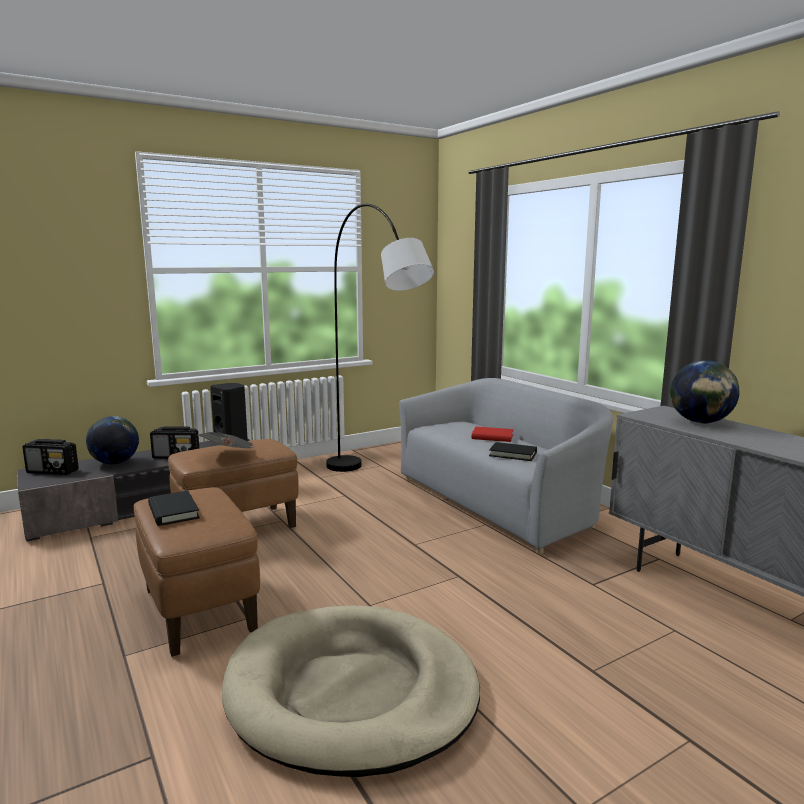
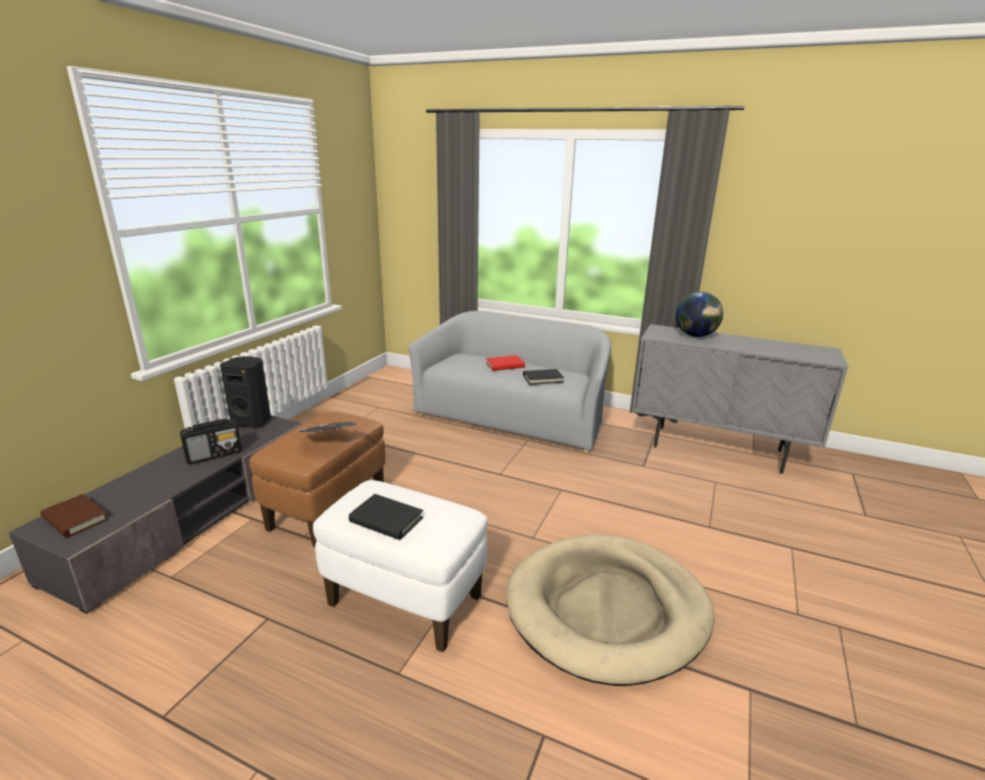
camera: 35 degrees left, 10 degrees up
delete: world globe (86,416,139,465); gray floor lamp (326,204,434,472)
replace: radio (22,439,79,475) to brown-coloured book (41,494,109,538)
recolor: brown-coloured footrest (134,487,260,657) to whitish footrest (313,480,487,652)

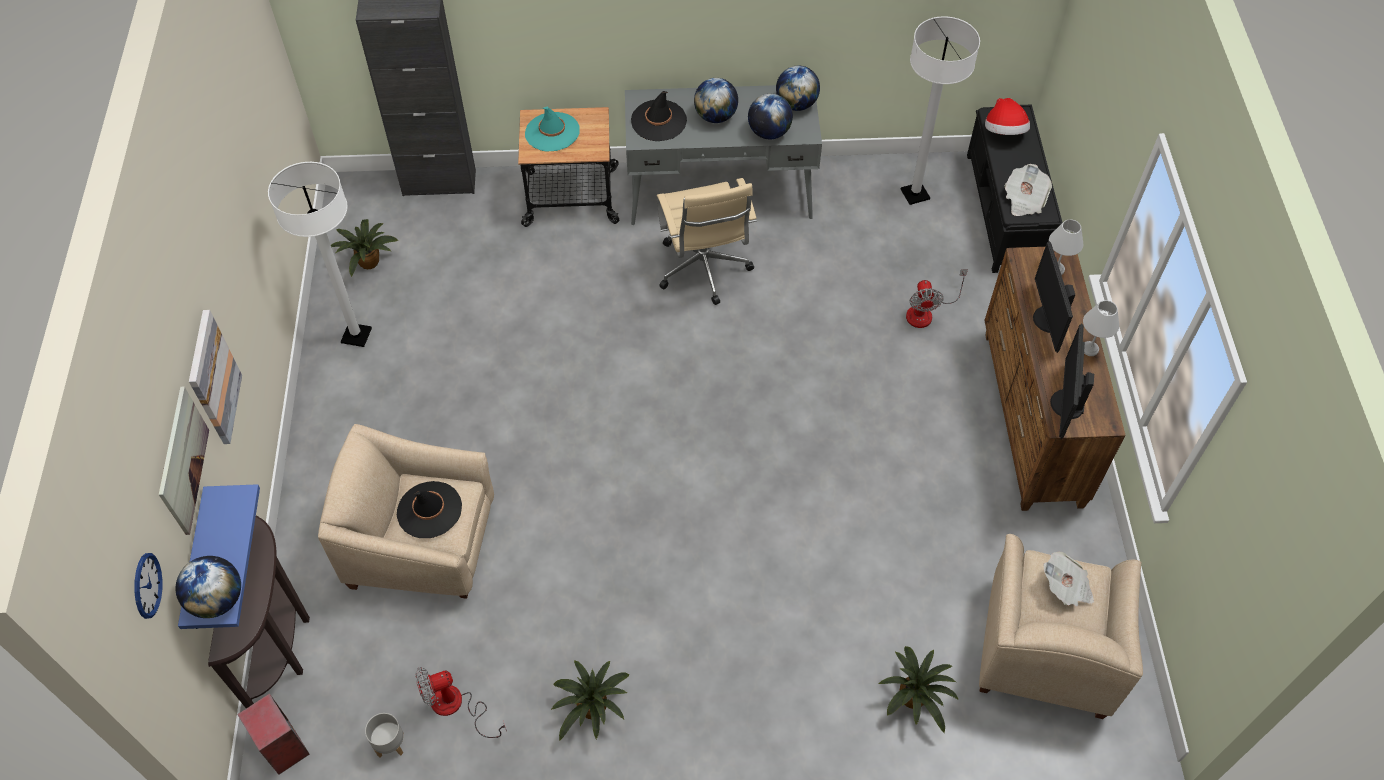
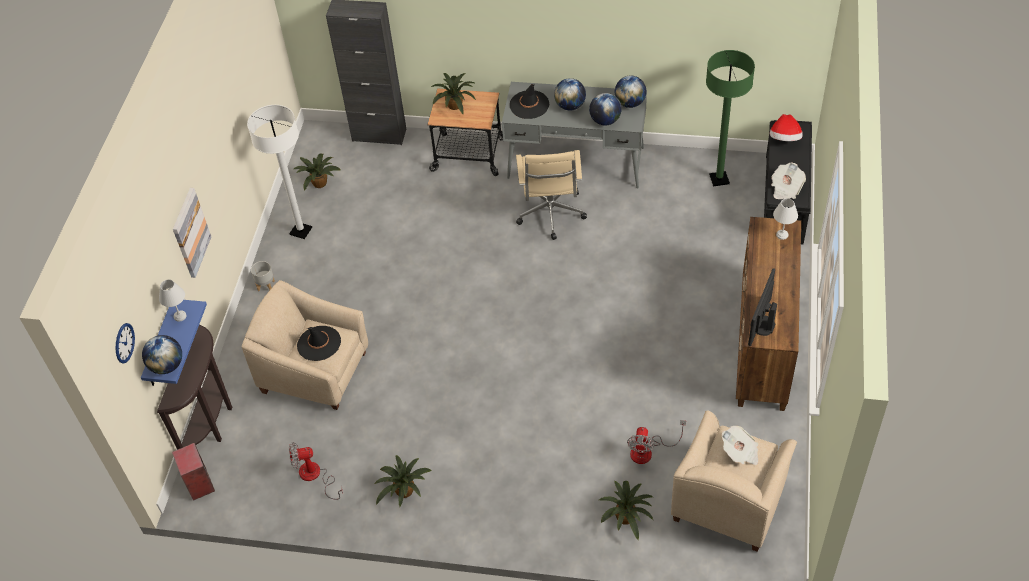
camera: 15 degrees right, 5 degrees down
delete: wall picture (159,387,209,535); monitor (1033,241,1075,353)
move: gray planter (365,713,403,758) to (251,261,275,291); electric fan (906,269,968,328) to (627,420,686,464); whitish lamp for a table (1083,300,1119,356) to (159,280,187,322)
replace: blue-green clothing hat (525,107,580,151) to plant in a pot (431,73,476,114)
recolor: whitish floor lamp (901,16,980,205) to greenish floor lamp (706,50,755,186)

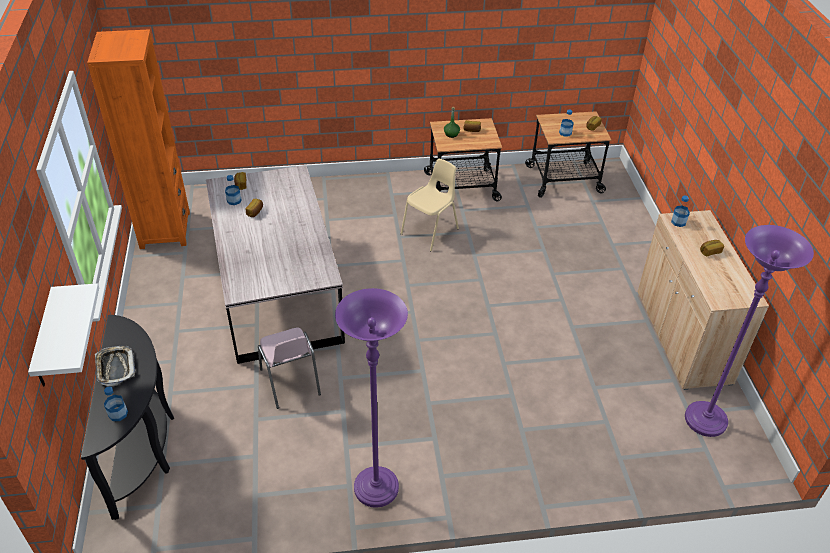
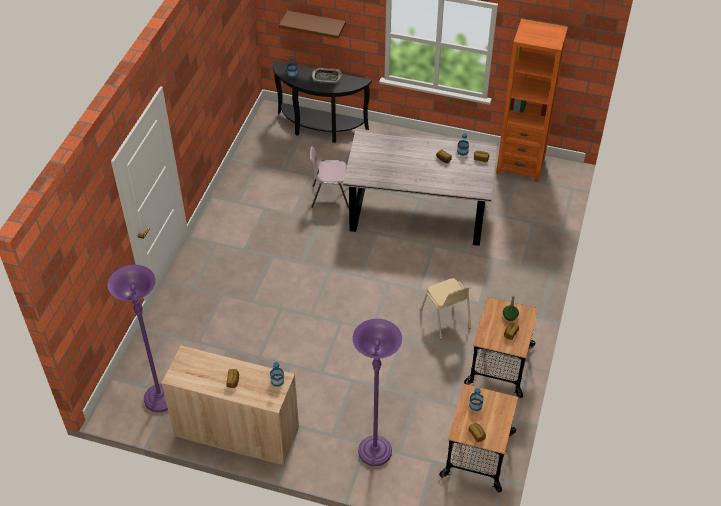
camera: 115 degrees right, 5 degrees up
move: purple-coloured floor lamp (335,288,408,508) to (352,319,402,466)
recolor: whitish wall shelf (28,283,99,387) to brown-coloured wall shelf (279,11,346,39)

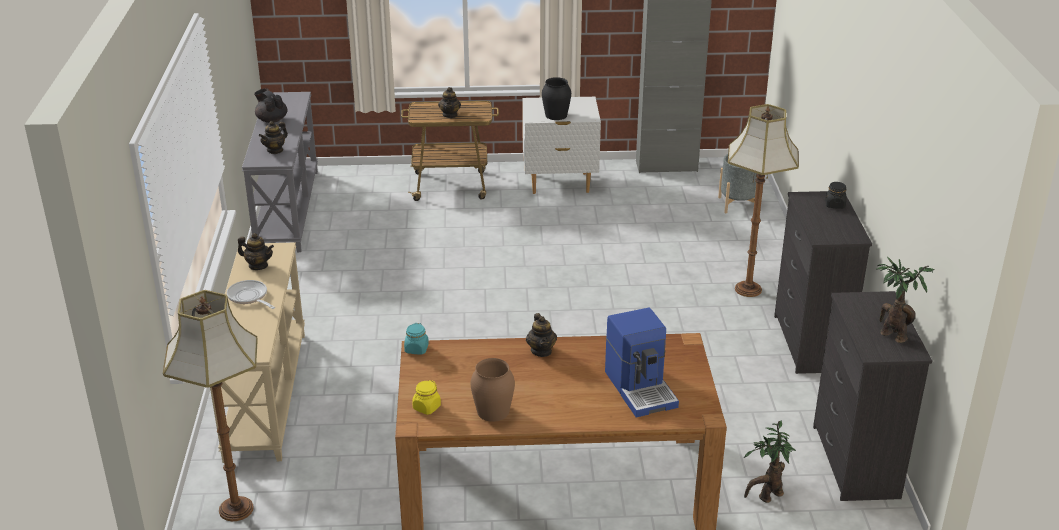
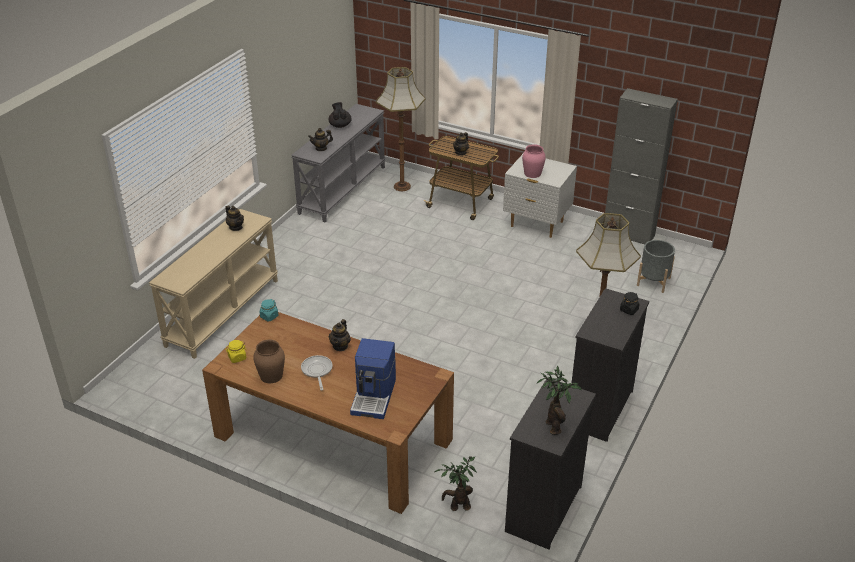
camera: 30 degrees right, 5 degrees up
move: floor lamp (163,290,258,521) to (376,67,426,191); pan (227,280,275,309) to (301,355,333,391)
recolor: black decorative vase (542,77,571,120) to pink decorative vase (522,144,546,178)

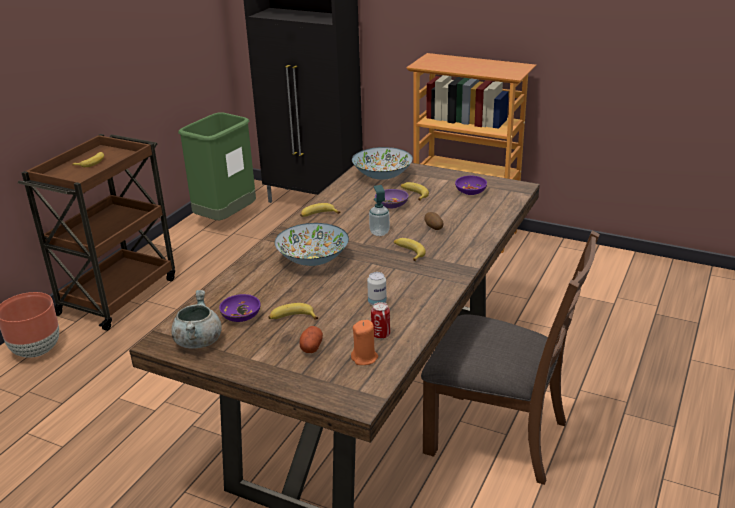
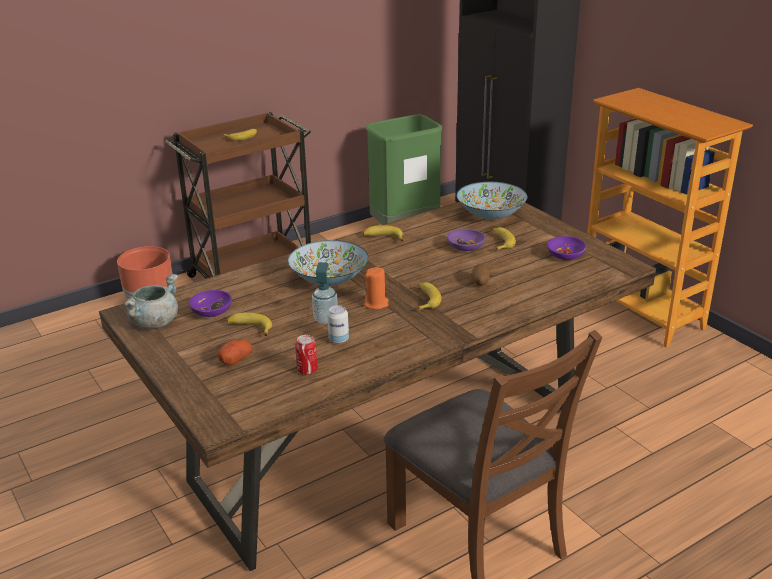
camera: 30 degrees right, 0 degrees up
move: orange wax light (351,320,378,365) to (364,267,389,309); soap bottle (369,185,390,236) to (312,262,338,324)

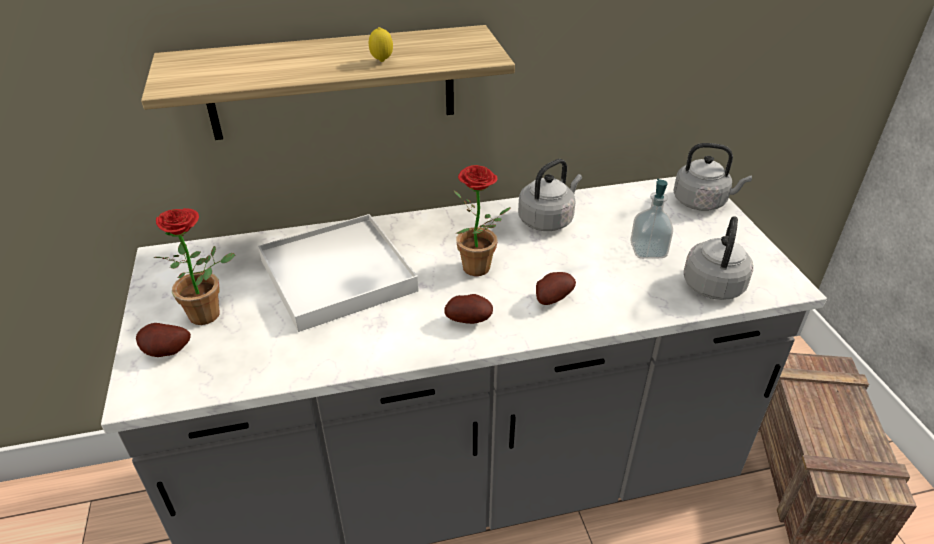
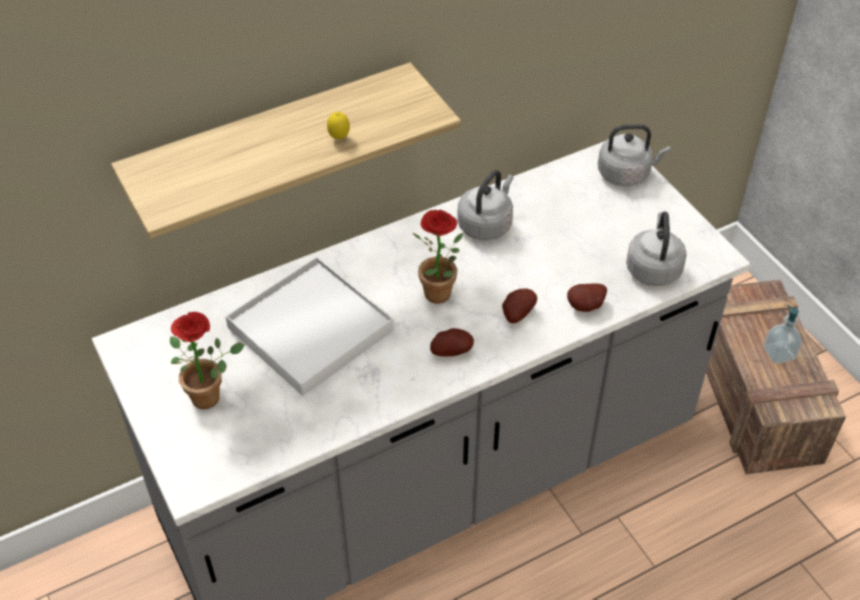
camera: 15 degrees left, 10 degrees up
move: spud (136,323,191,357) to (567,283,607,312); soap bottle (630,179,673,259) to (764,305,802,364)

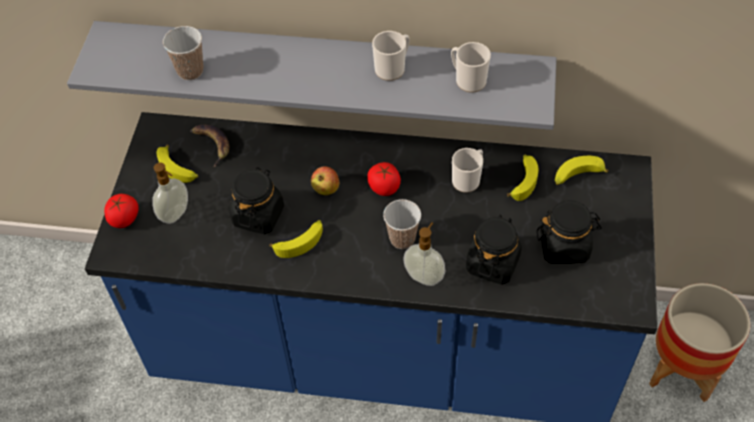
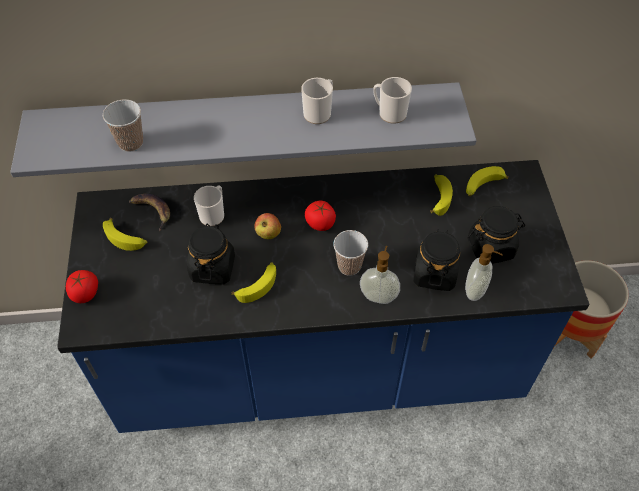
camera: 15 degrees left, 0 degrees up
move: soap bottle (152,163,188,224) to (465,244,503,301); tea mug (452,148,483,193) to (194,186,224,226)

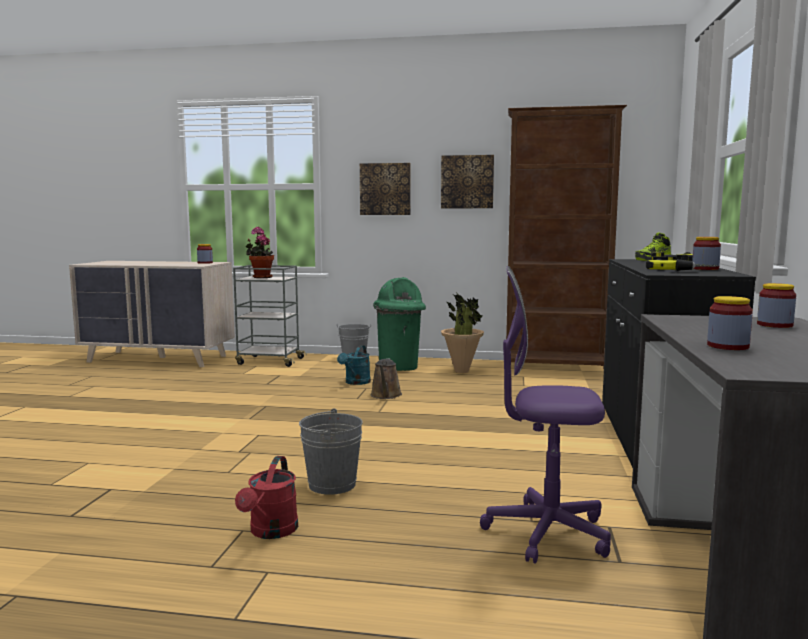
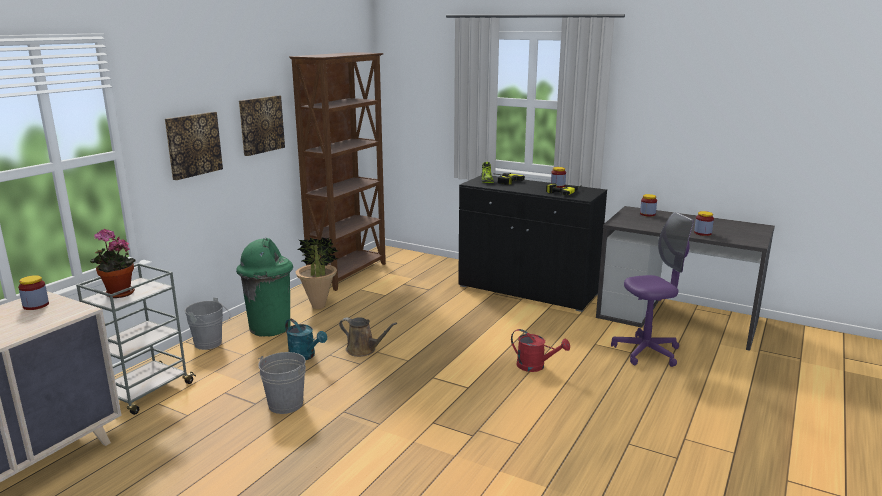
camera: 70 degrees left, 10 degrees up
move: red watering pot (235,456,298,539) to (511,329,570,372); gray bucket (299,408,363,495) to (258,352,306,414)
rotate: purple-coloured computer chair (480,266,611,564) = (611,212,694,367) 135 degrees counterclockwise

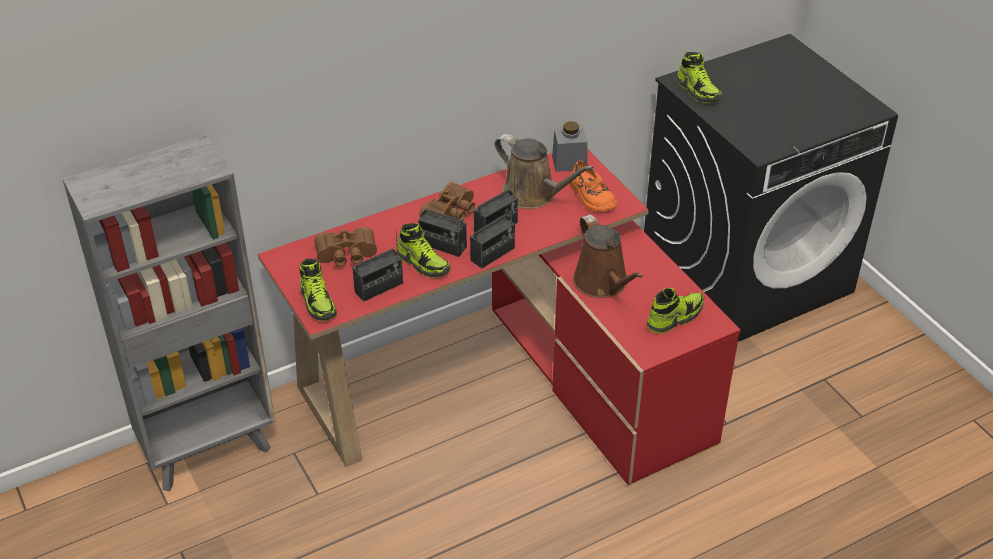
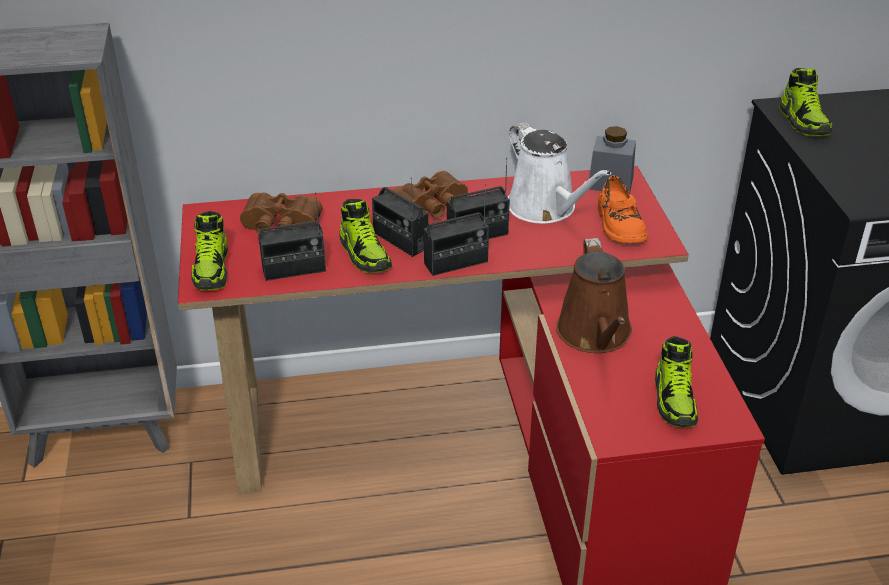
camera: 20 degrees right, 5 degrees down
recolor: brown-coloured watering pot (495,134,594,209) to whitish watering pot (508,122,611,224)
rotate: item of footwear (647,288,704,334) = (655,336,698,427) 105 degrees clockwise

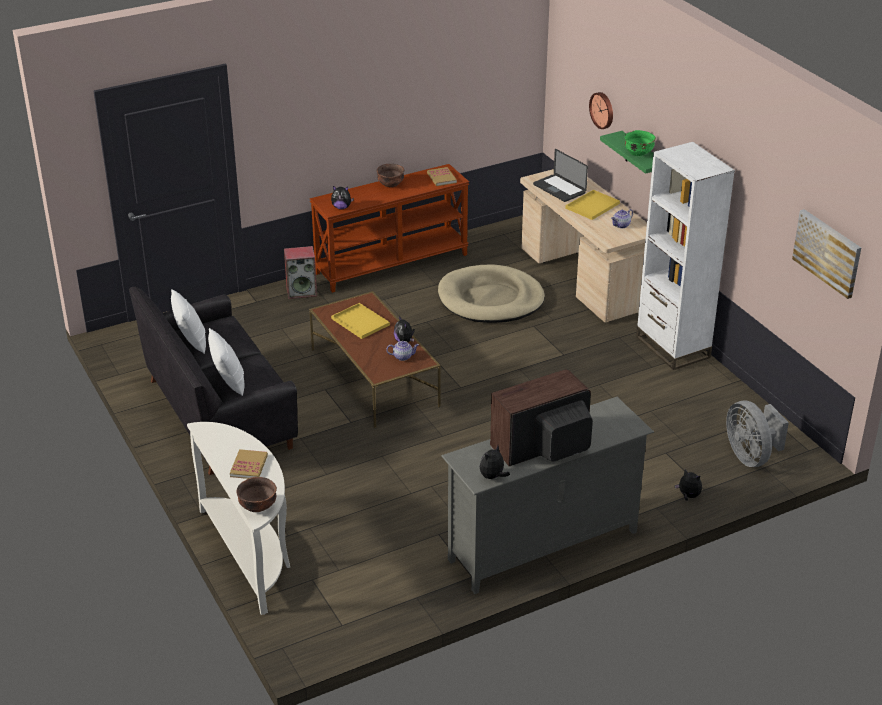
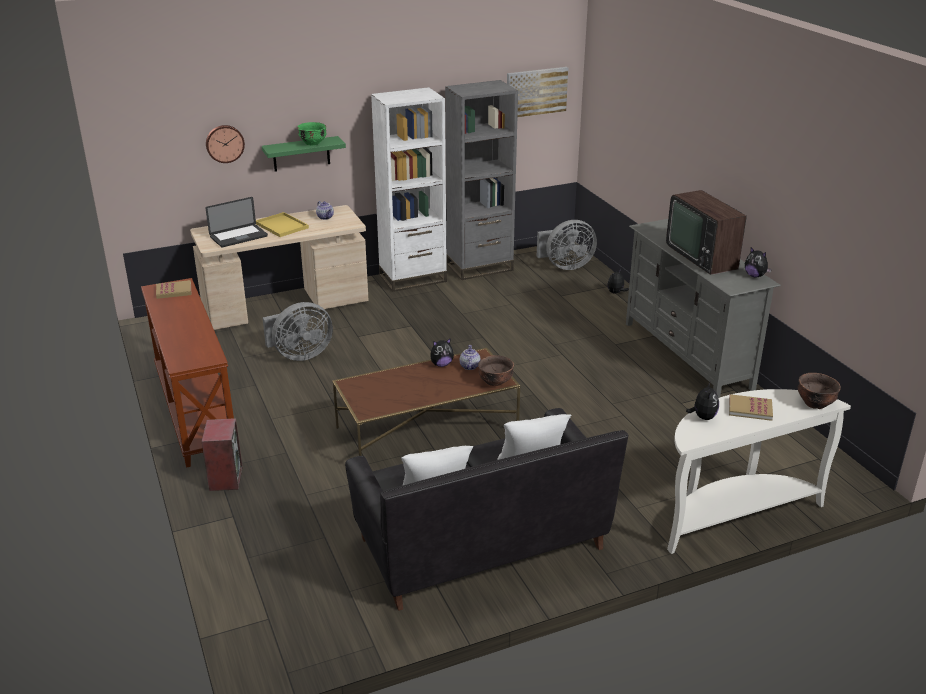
camera: 85 degrees left, 5 degrees down
delete: yellowish serving tray (331,303,390,339)
insert: gray bookshelf (445,80,518,280)
move: soft toy (331,186,354,210) to (686,382,719,420); brown-coloured deep dish (377,164,404,187) to (478,355,514,386)
replace: beige dog cushion (438,264,545,323) to gray electric fan (263,302,333,361)

